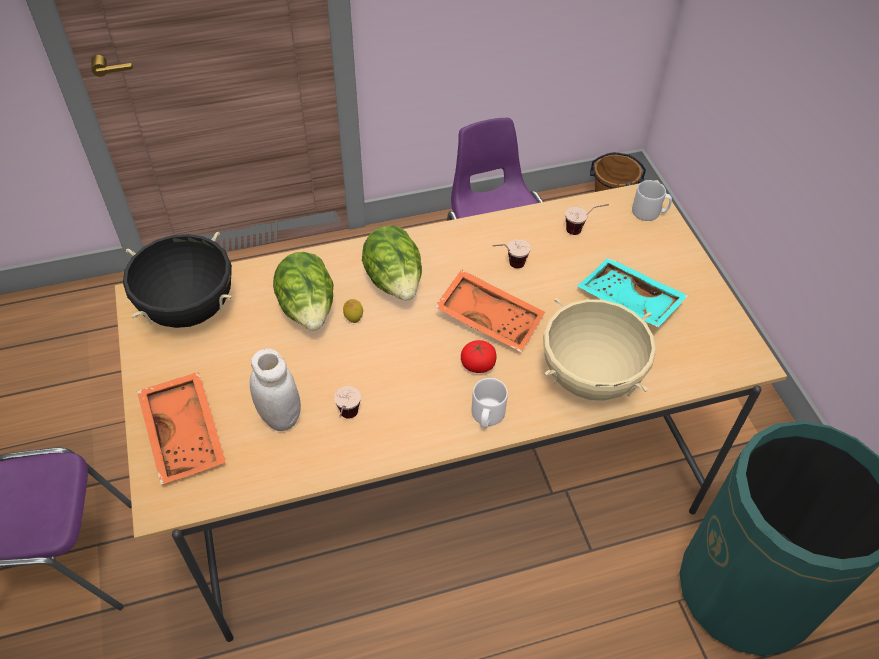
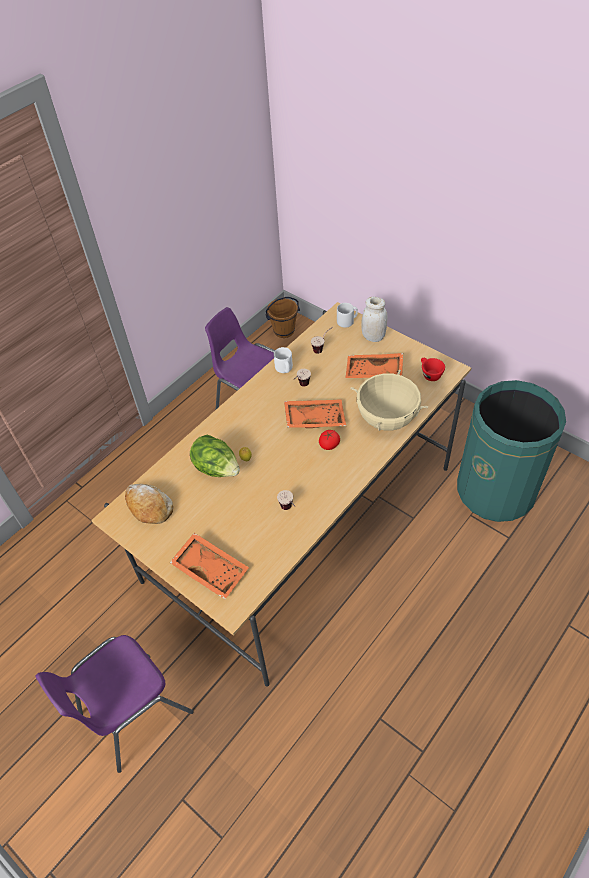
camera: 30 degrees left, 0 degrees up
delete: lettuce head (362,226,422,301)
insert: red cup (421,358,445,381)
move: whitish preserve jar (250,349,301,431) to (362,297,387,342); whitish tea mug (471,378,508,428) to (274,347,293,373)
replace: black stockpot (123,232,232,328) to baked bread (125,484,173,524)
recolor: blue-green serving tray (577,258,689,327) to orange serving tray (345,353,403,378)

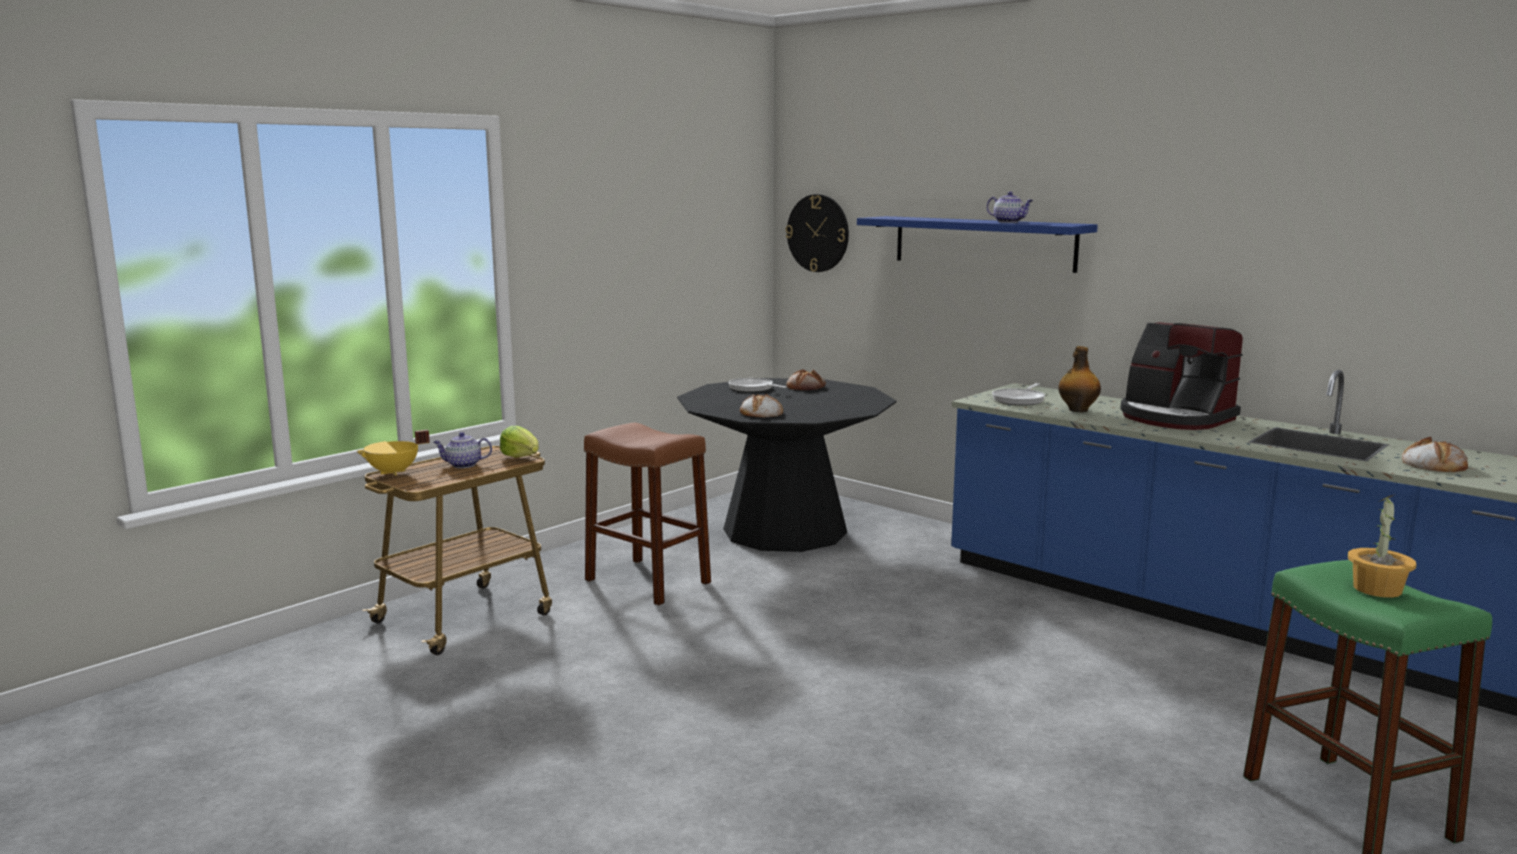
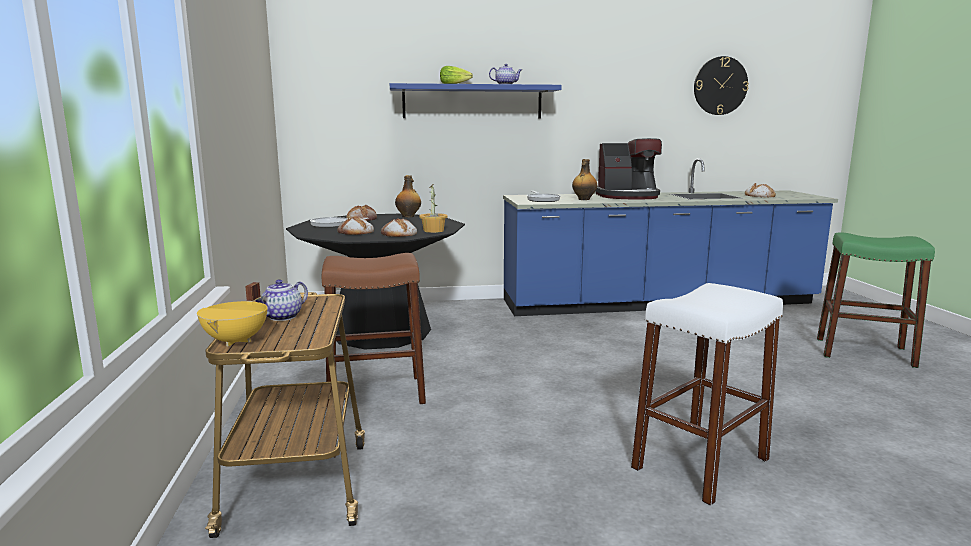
camera: 50 degrees left, 0 degrees up
insert: baked bread (337,217,374,235); drink bottle (395,175,421,218); whitish stool seat (631,283,783,506)
move: lettuce head (500,426,539,458) to (440,66,473,84); clock on the wall (786,194,849,272) to (694,56,749,115); plant in a pot (1348,495,1416,598) to (419,184,448,233)

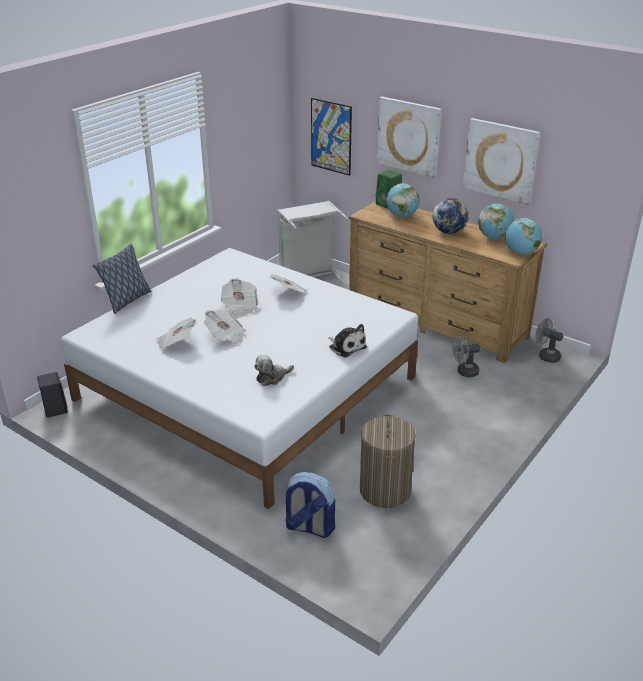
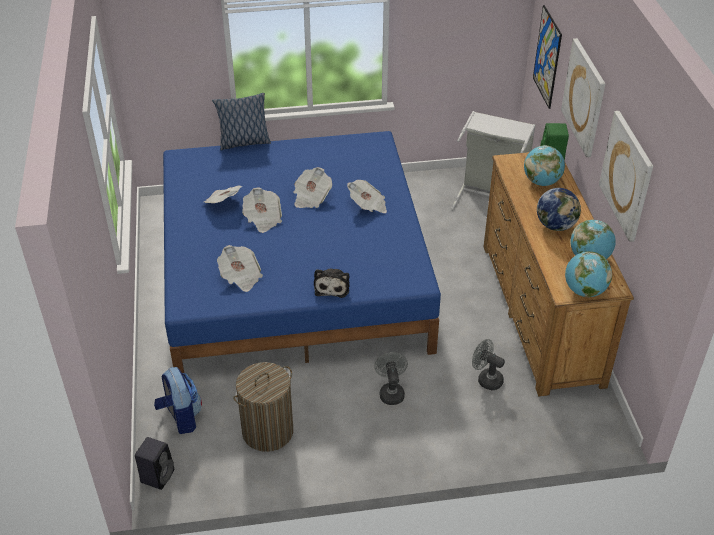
camera: 45 degrees right, 10 degrees up
move: black speaker (37,372,68,418) to (135,437,174,490); gray electric fan (536,318,563,363) to (374,352,408,405)
replace: soft toy (254,355,294,386) to newspaper (217,245,263,292)
recolor: whitish bed (61,248,418,509) to blue-coloured bed (163,131,441,373)

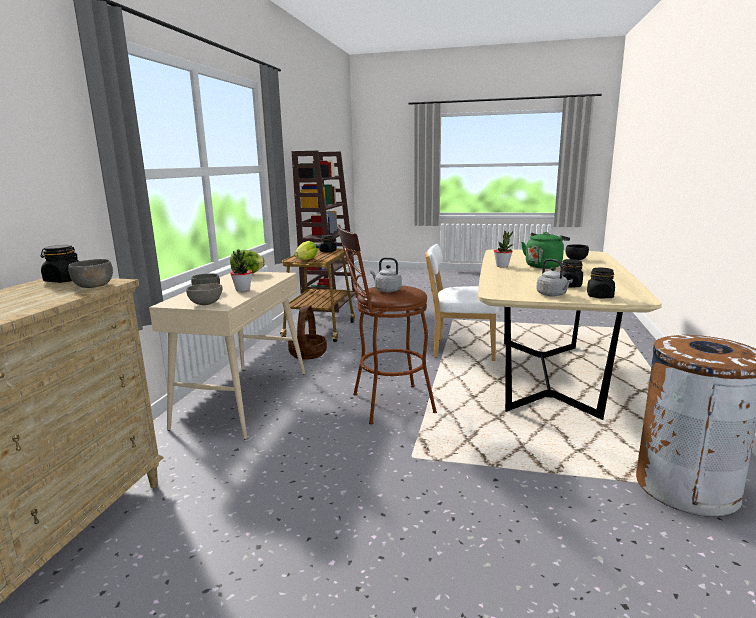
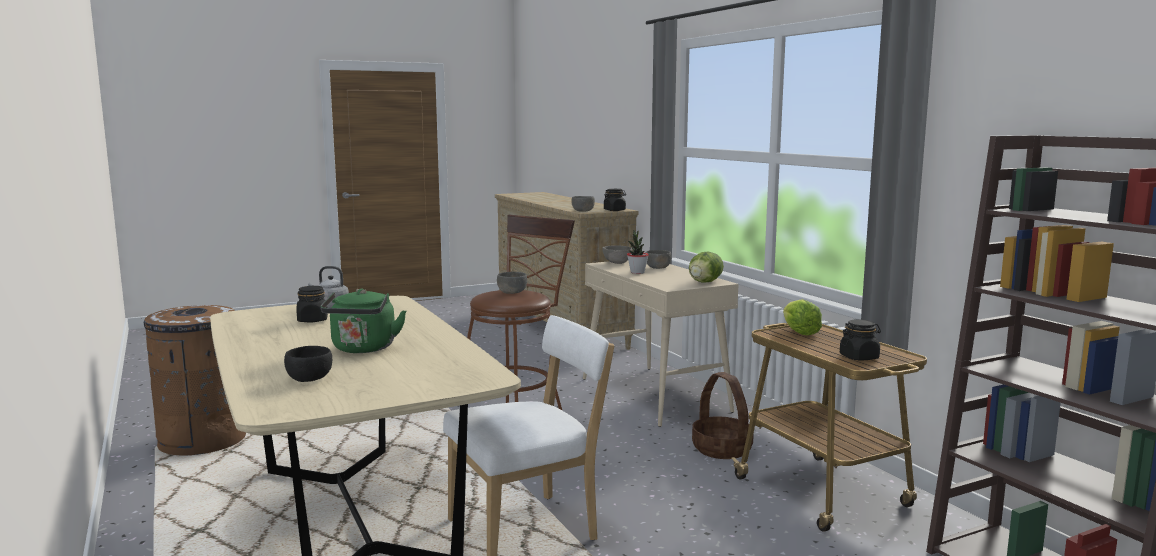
camera: 140 degrees right, 5 degrees down
delete: plant in a pot (494,231,513,268); black preserve jar (587,268,615,299)
replace: gray tea kettle (370,257,402,292) to gray deep dish (497,272,527,294)

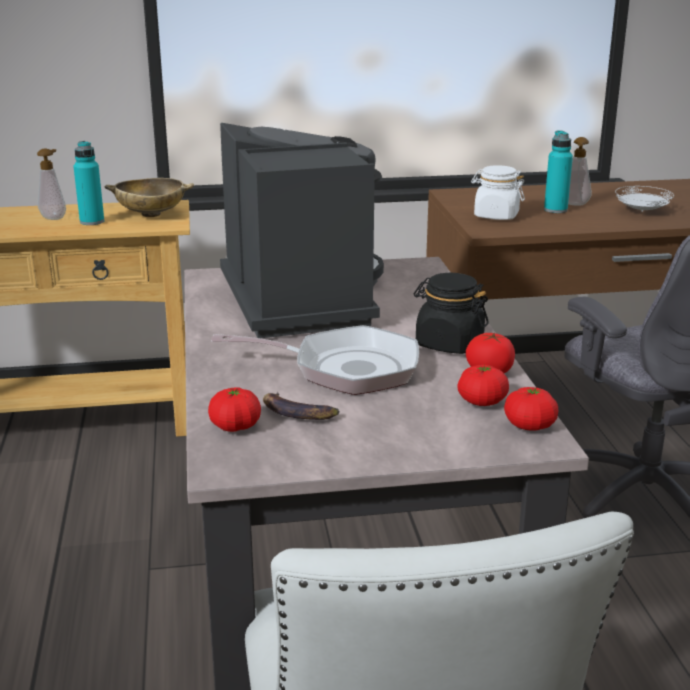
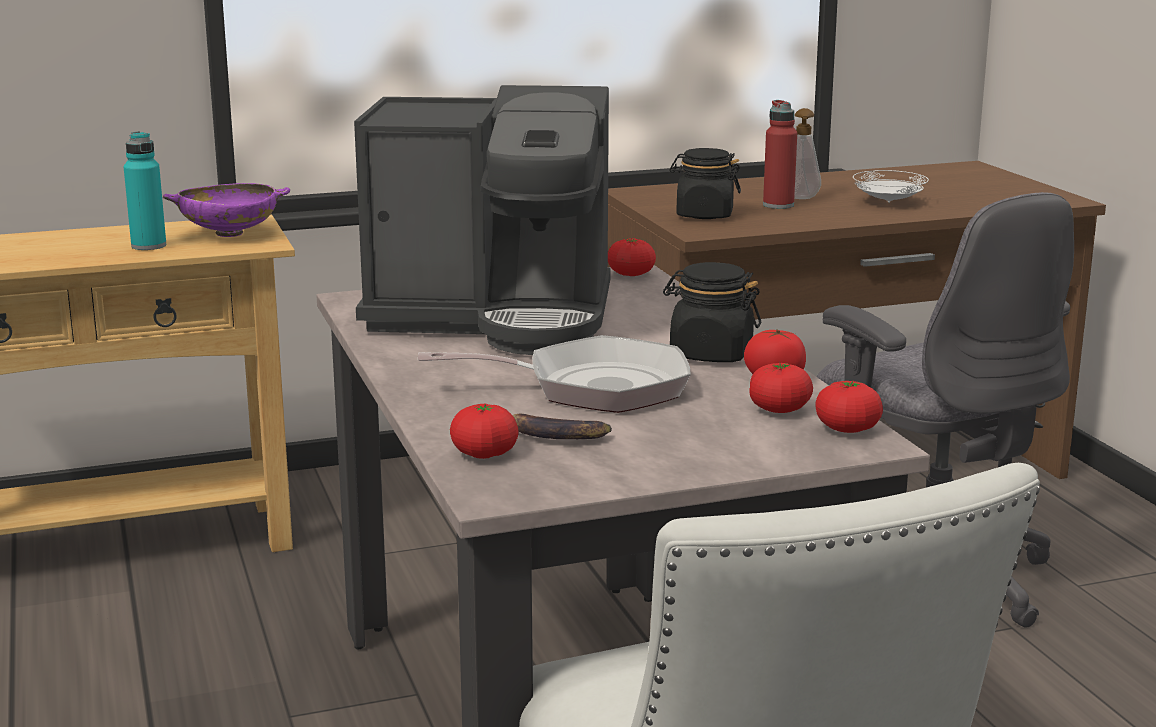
camera: 10 degrees left, 5 degrees down
delete: soap bottle (37,148,66,220)
insert: tomato (608,238,656,276)
recolor: beige deep dish (105,178,194,217) to purple-coloured deep dish (163,183,290,237); whitish preserve jar (471,165,525,220) to black preserve jar (669,148,741,219); blue-green drink bottle (544,130,573,213) to red drink bottle (763,100,797,209)
rotate: coffee maker (220,123,384,338) = (354,85,611,355) 120 degrees clockwise

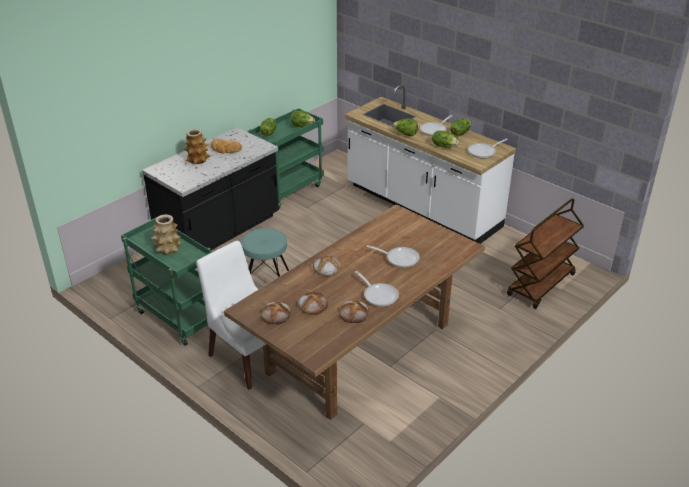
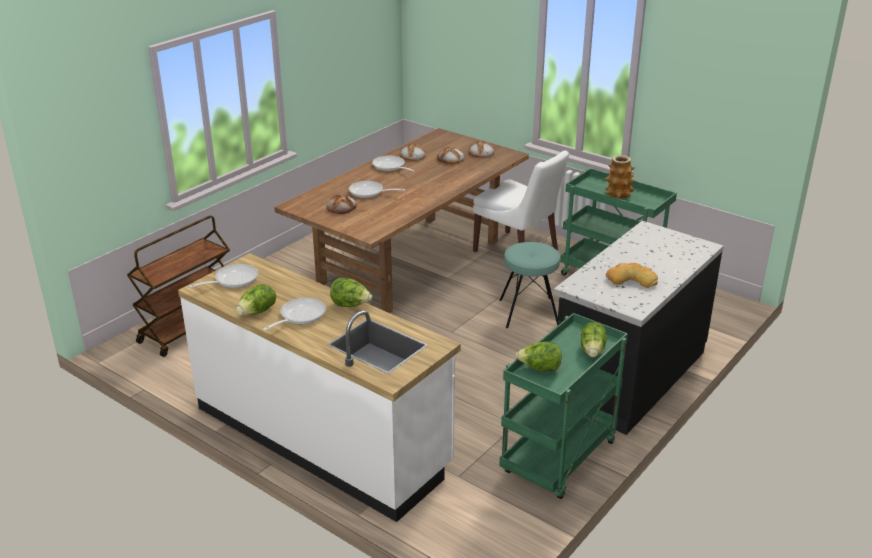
camera: 175 degrees right, 5 degrees down
delete: decorative vase (184,129,210,164); lettuce head (432,131,459,148)
move: baked bread (313,256,341,276) to (327,195,357,214)

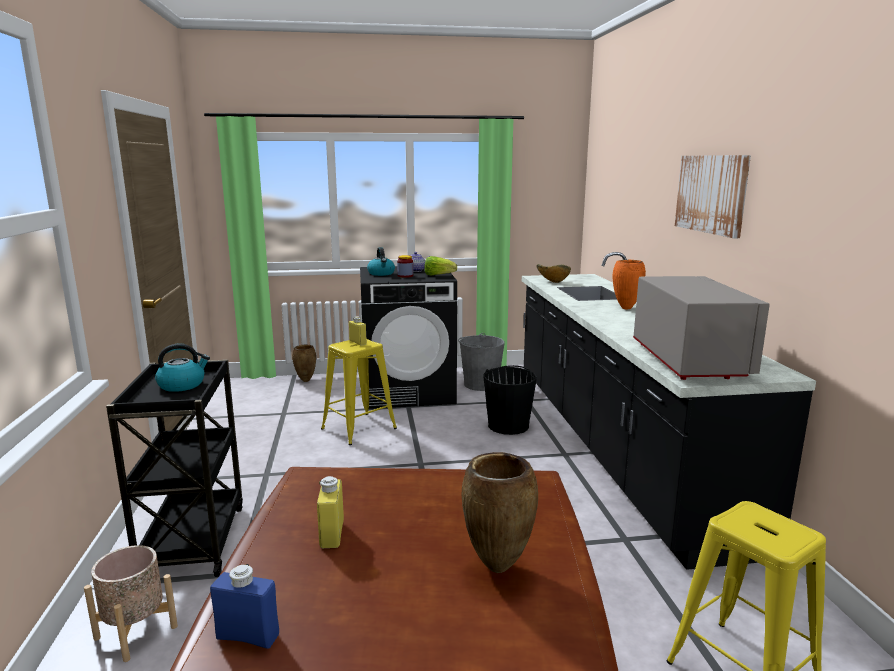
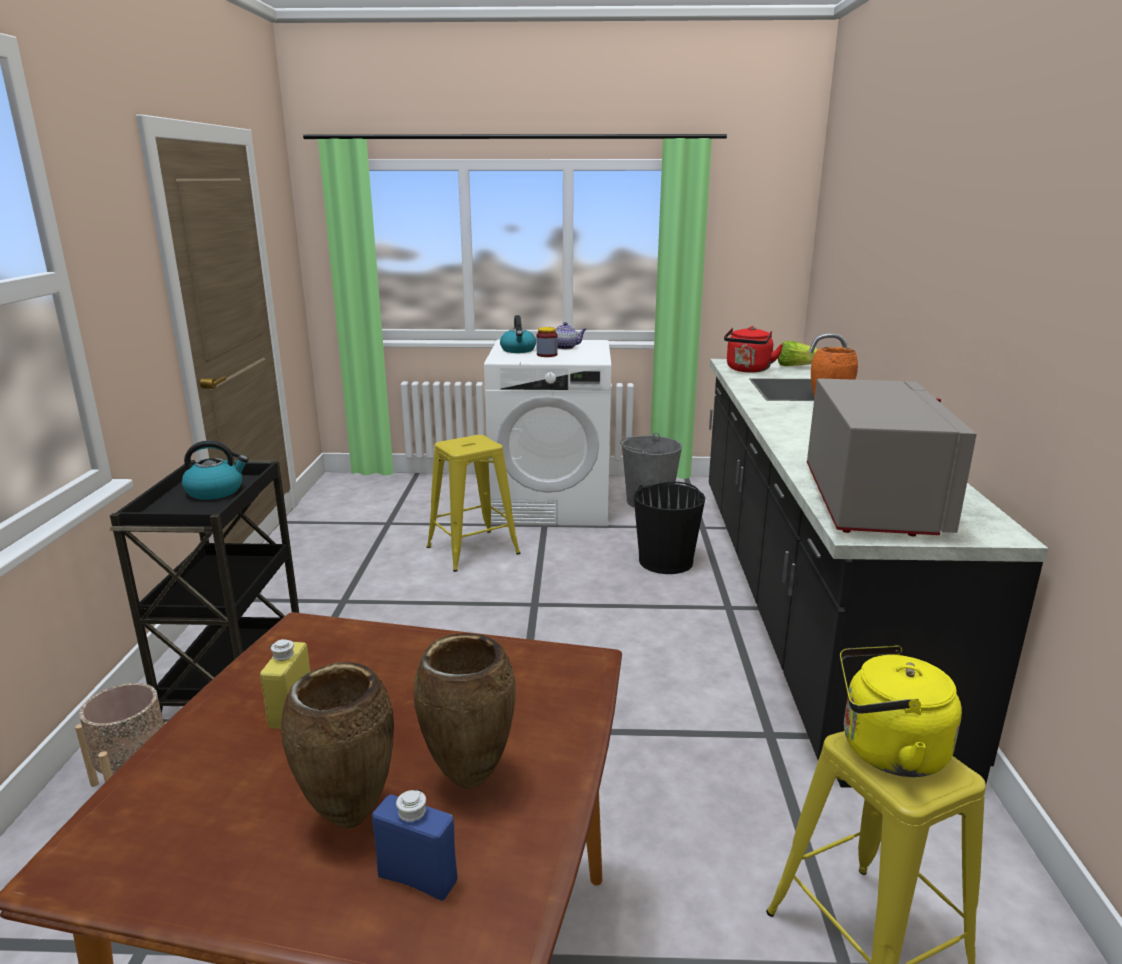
camera: 10 degrees right, 5 degrees up
delete: yellowish drink bottle (349,317,367,346); wall picture (675,155,751,238)
insert: yellowish tea kettle (840,645,962,777)
move: blue-coloured drink bottle (210,564,279,649) to (372,790,457,901); brown-coloured decorative vase (292,345,316,382) to (281,662,394,828); lettuce head (425,256,457,275) to (778,341,818,366)
replace: deep dish (537,264,571,283) to red tea kettle (724,326,783,373)
recolor: black laundry appliance (360,266,457,409) to whitish laundry appliance (484,339,611,526)

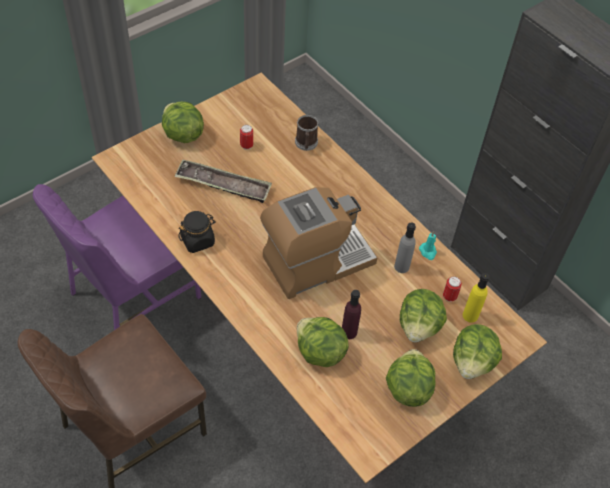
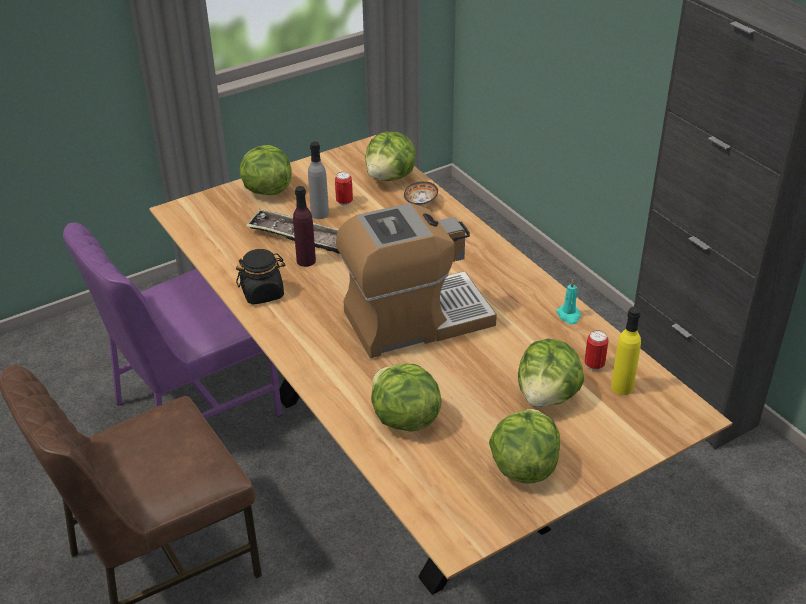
camera: 10 degrees right, 15 degrees down
move: purple-coloured drink bottle (342,290,361,339) to (293,186,316,267); gray drink bottle (394,222,416,273) to (308,142,329,219); lettuce head (453,324,502,379) to (365,132,415,181)
replace: tea mug (295,115,319,151) to deep dish (404,181,438,206)

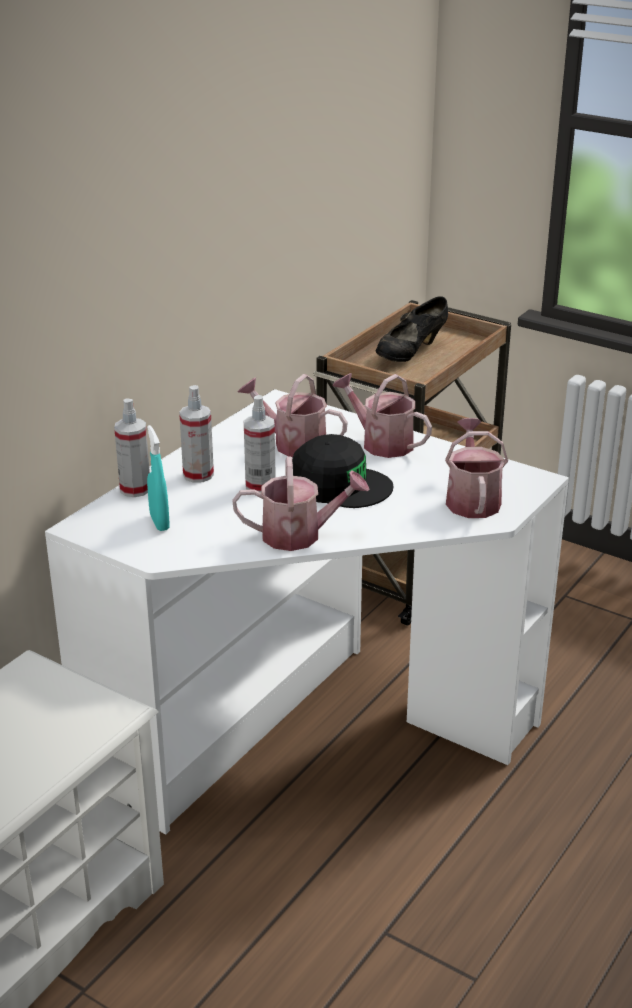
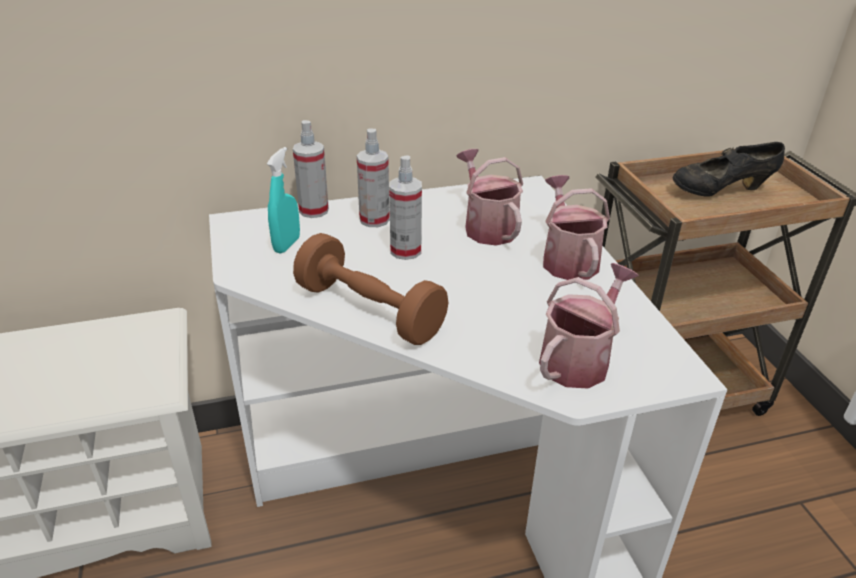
camera: 40 degrees right, 5 degrees up
delete: black cap (292,434,393,508)
replace: watering pot (232,457,370,551) to brown-coloured dumbbell (293,233,448,345)

